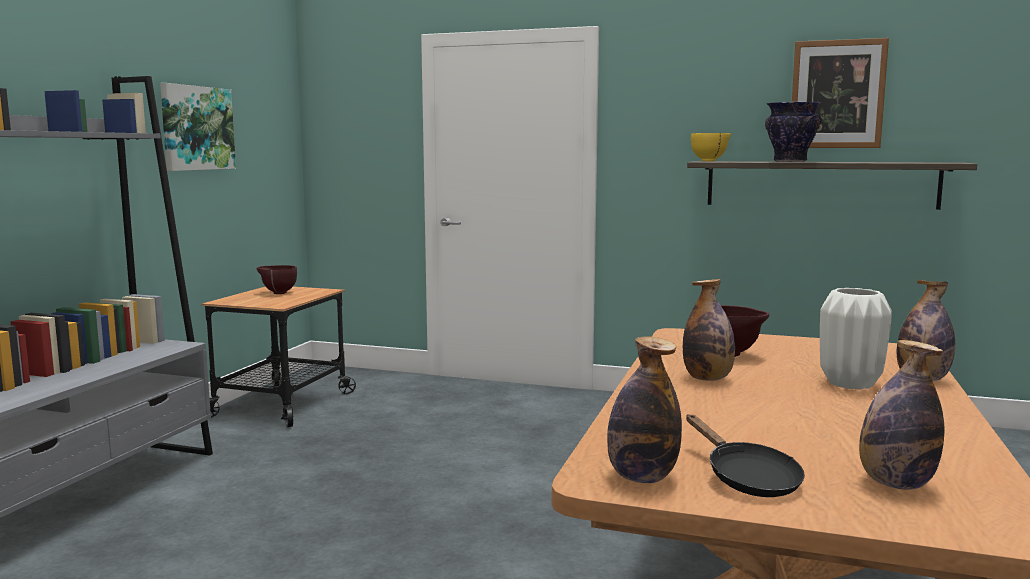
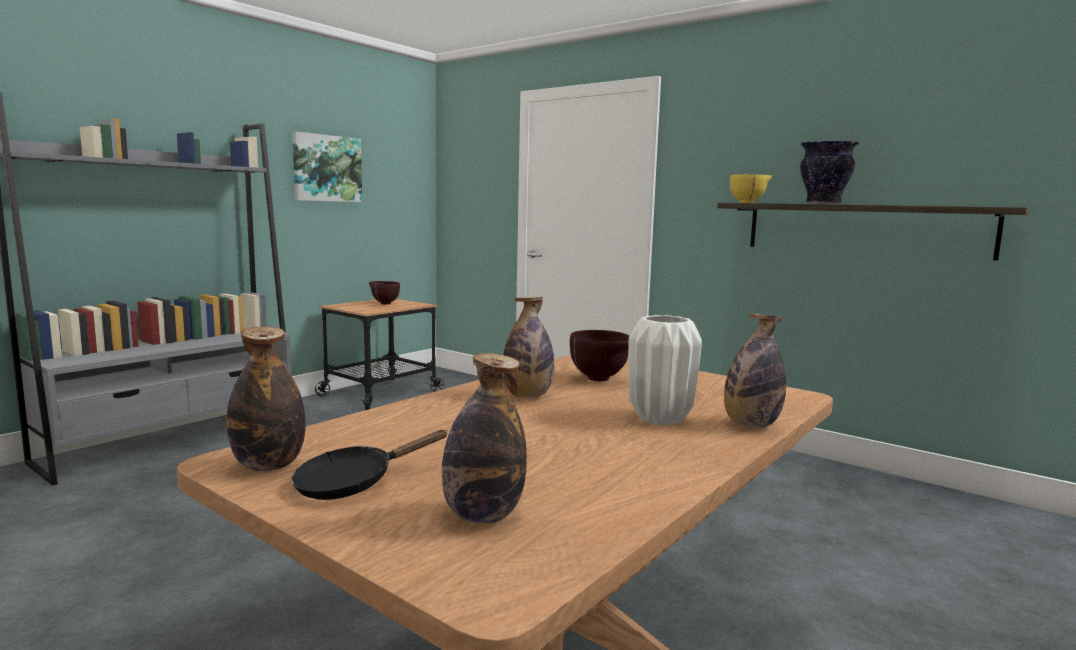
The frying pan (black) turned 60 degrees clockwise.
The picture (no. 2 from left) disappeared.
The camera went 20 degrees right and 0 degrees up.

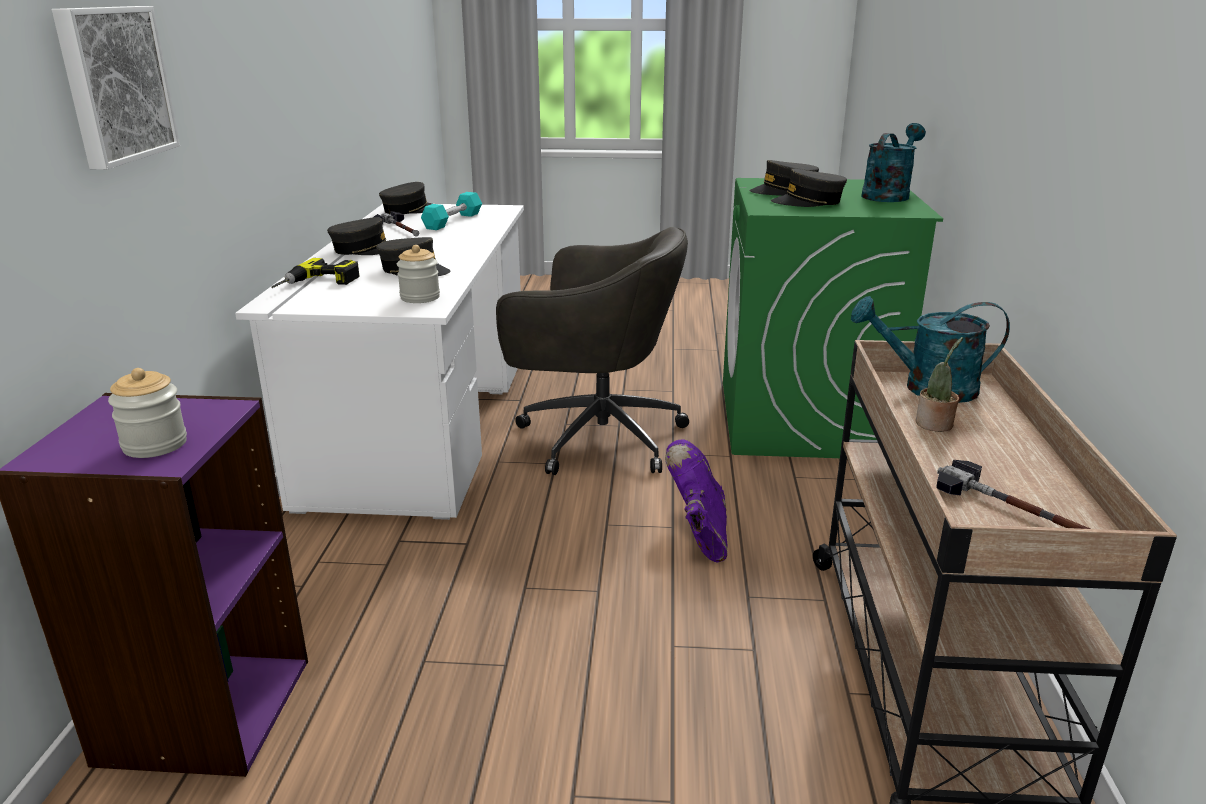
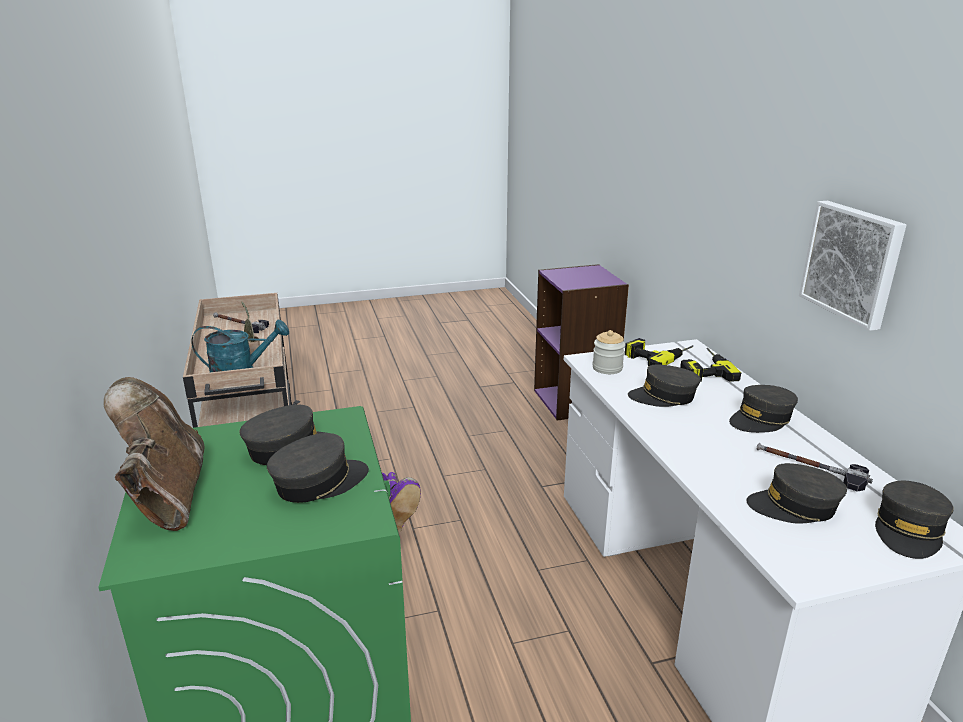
The watering can (turquoise) (no. 1 from left) was replaced by the boot (brown).
The power drill (no. 1 from left) appeared.
The dumbbell (turquoise) was replaced by the cap (grey) (no. 5 from left).
The picture moved.
The jar (no. 1 from left) disappeared.
The office chair (grey) disappeared.
The camera went 160 degrees right and 0 degrees up.

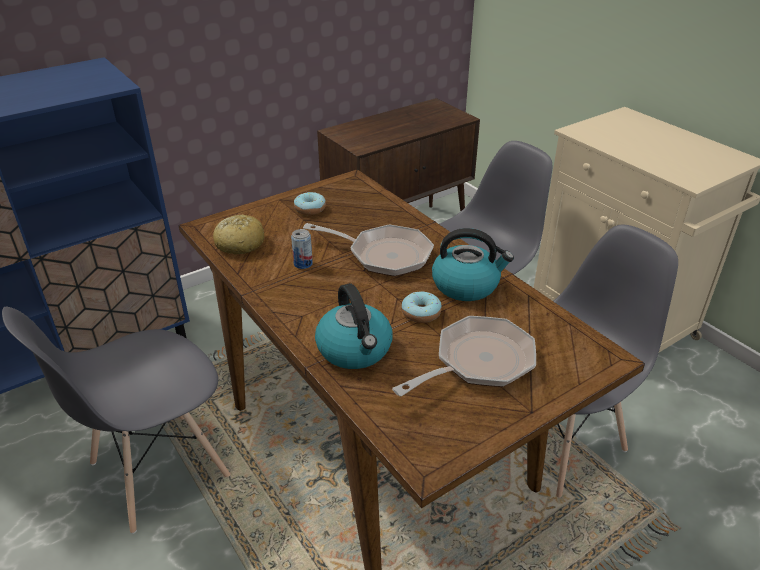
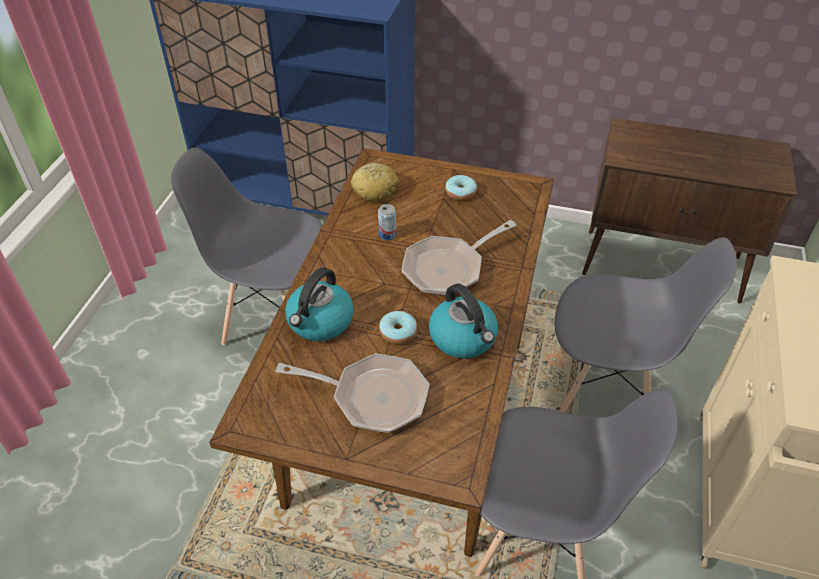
The frying pan (no. 1 from left in the first image) turned 75 degrees clockwise.
The camera went 50 degrees right and 10 degrees up.

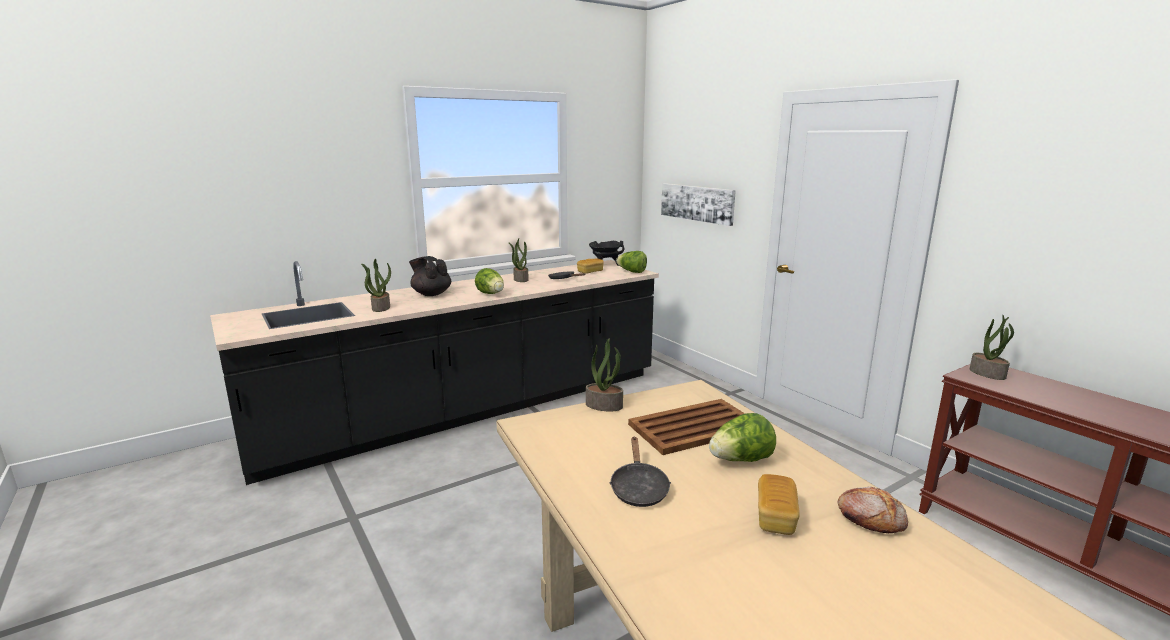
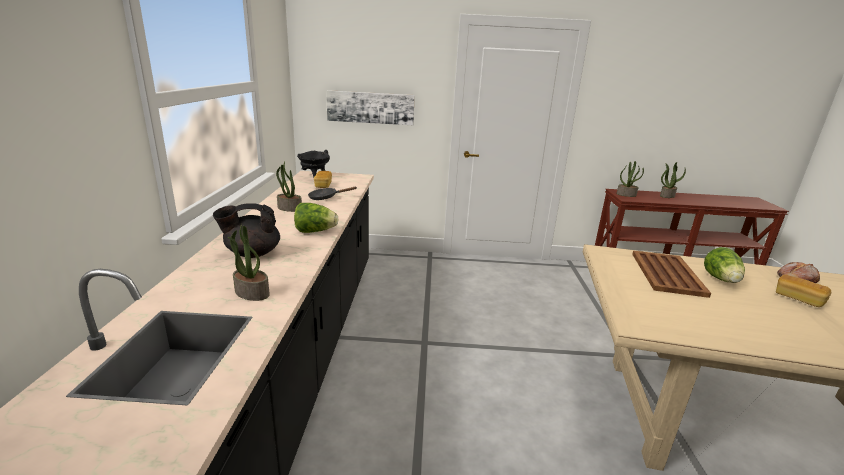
The potted plant (no. 3 from left in the first image) moved.
The frying pan (black) (no. 2 from left) disappeared.
The lettuce (no. 2 from left) disappeared.
The camera went 55 degrees left and 5 degrees up.

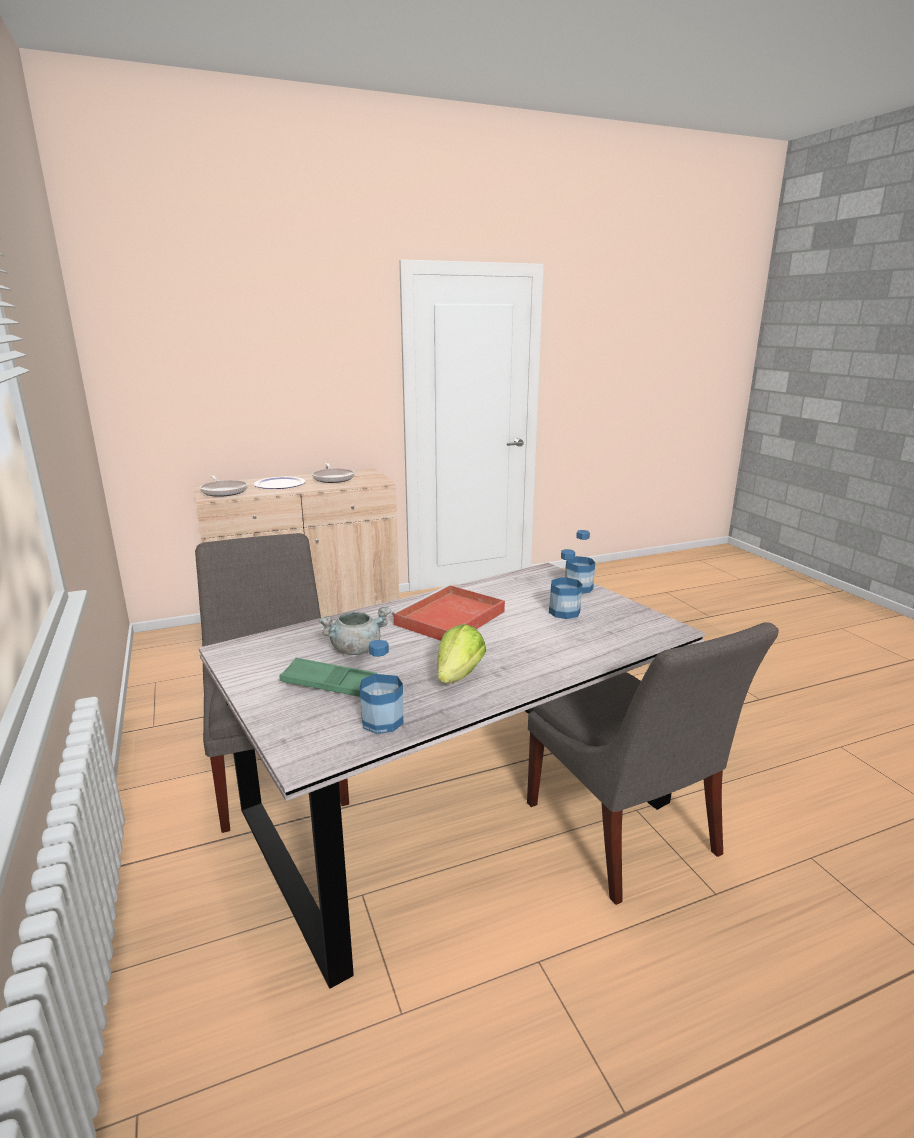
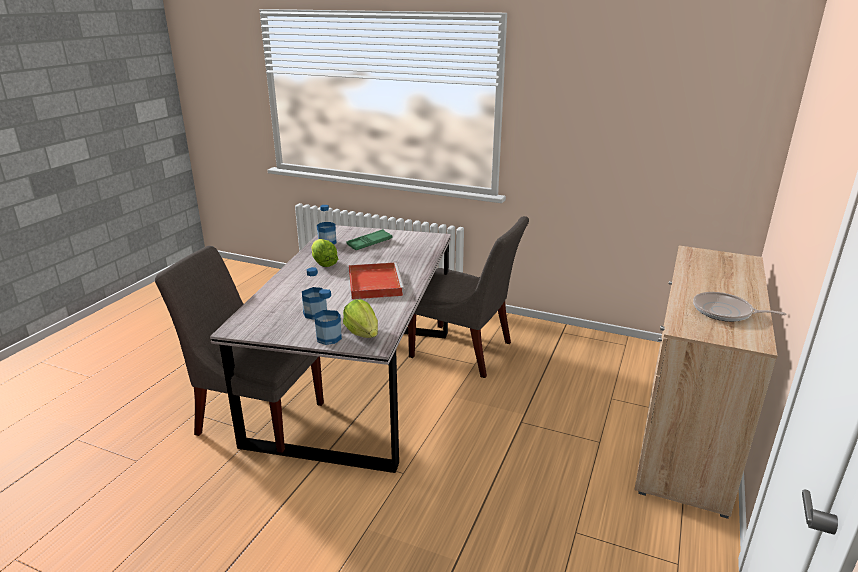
The lettuce (no. 2 from left) appeared.
The frying pan (no. 1 from left) disappeared.
The plate disappeared.
The cooking pot (grey) disappeared.
The camera went 135 degrees right and 5 degrees up.

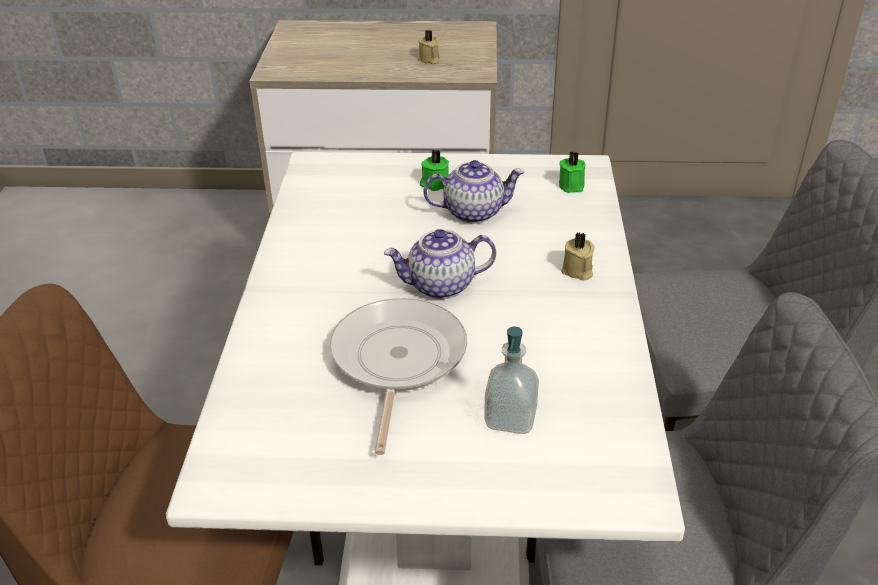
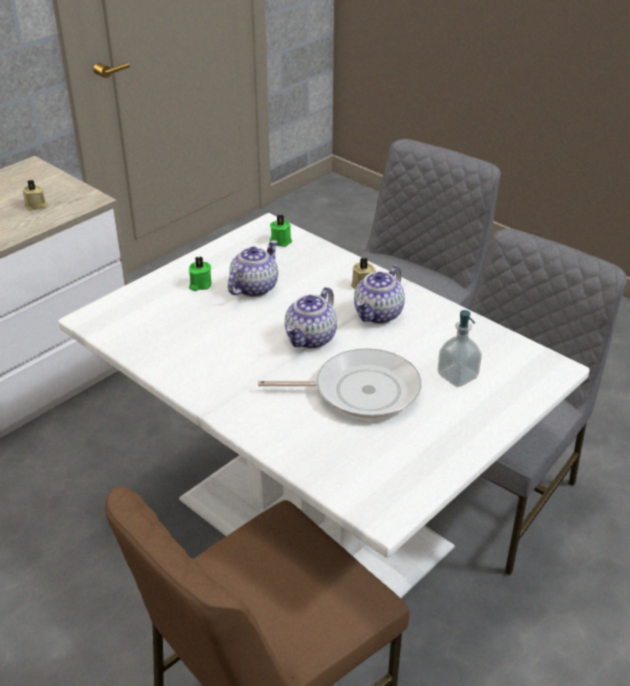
The frying pan turned 135 degrees clockwise.
The teapot (no. 3 from left) appeared.
The camera went 50 degrees left and 0 degrees up.

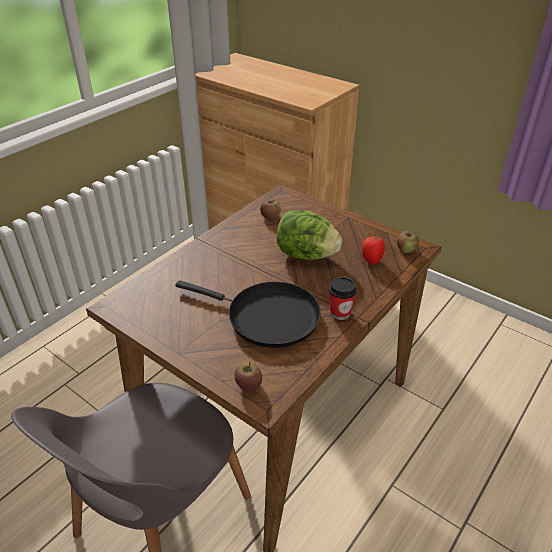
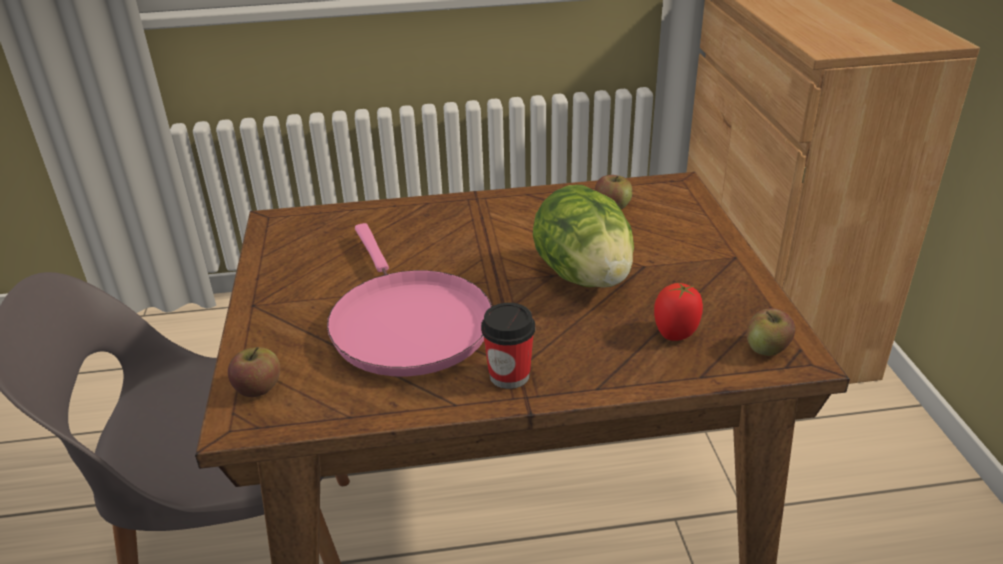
The frying pan (black) became the frying pan (pink).
The camera went 45 degrees right and 5 degrees down.

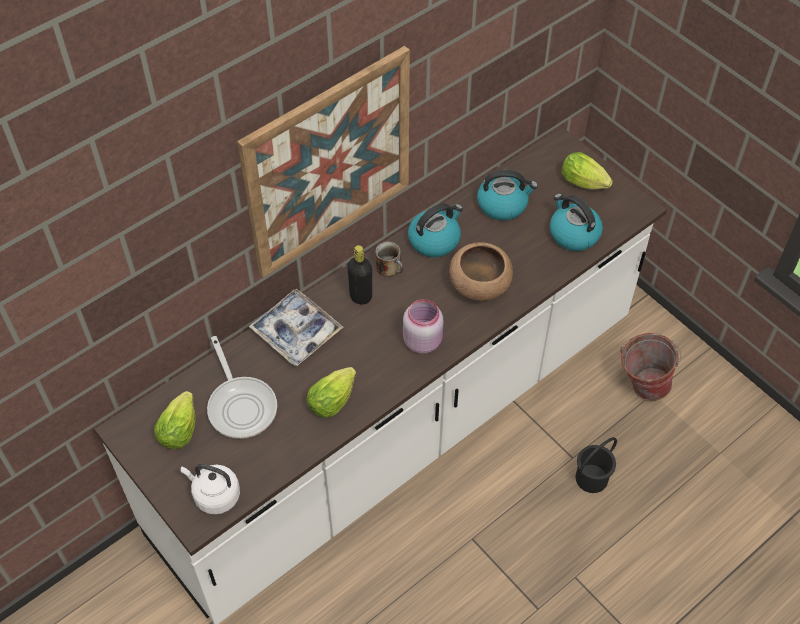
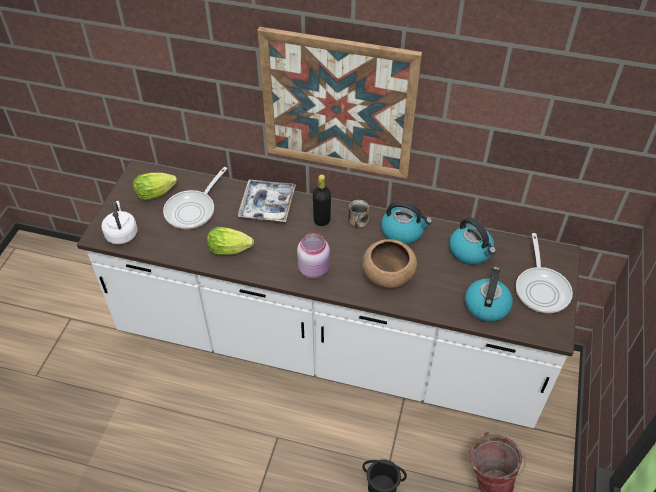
The lettuce (no. 3 from left) was replaced by the frying pan (no. 2 from left).
The camera went 55 degrees right and 5 degrees down.

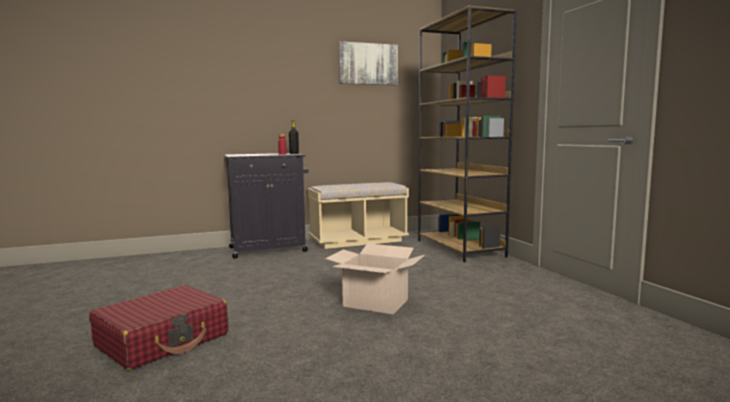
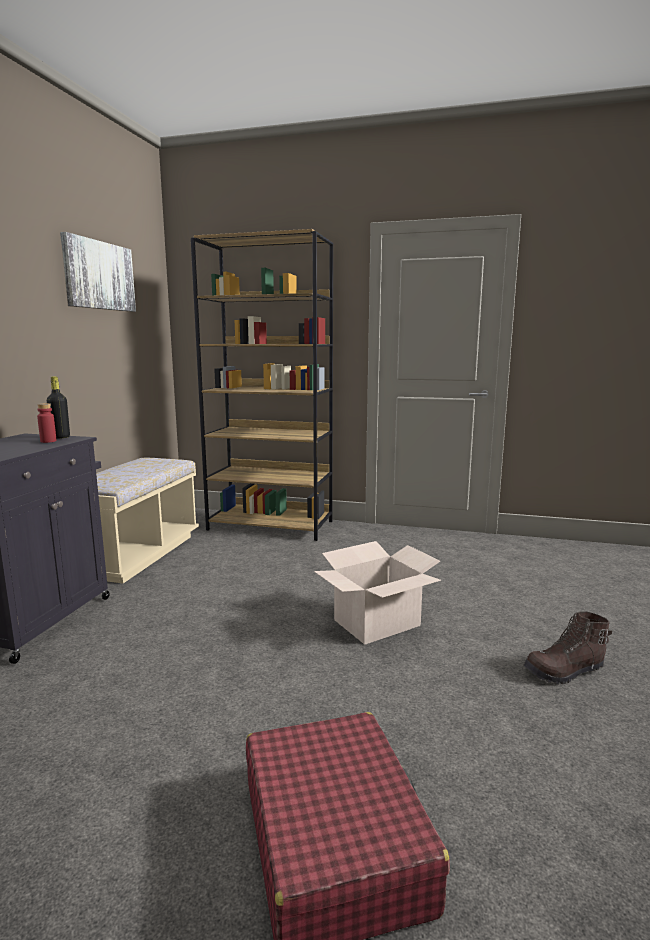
The boot (brown) appeared.
The camera went 55 degrees left and 5 degrees up.

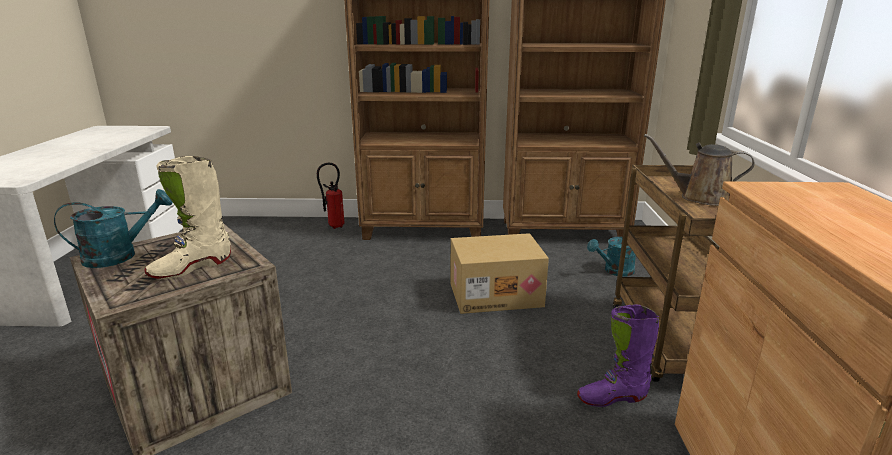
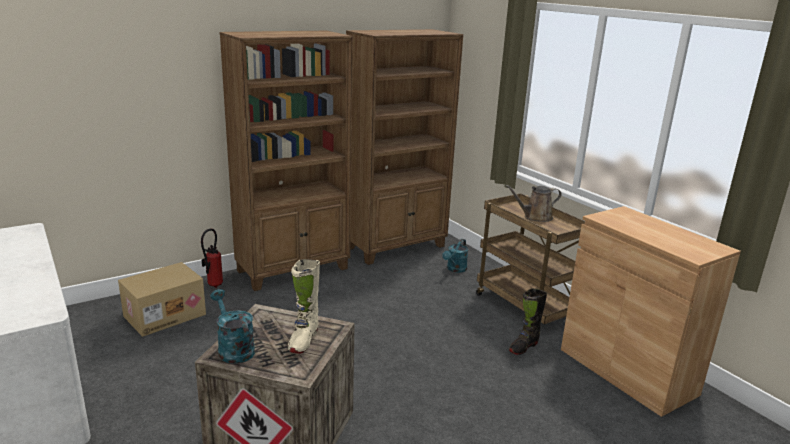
The cardboard box moved.
The watering can (turquoise) (no. 1 from left) turned 60 degrees counterclockwise.
The boot (purple) became the boot (black).
The camera went 35 degrees left and 0 degrees up.

